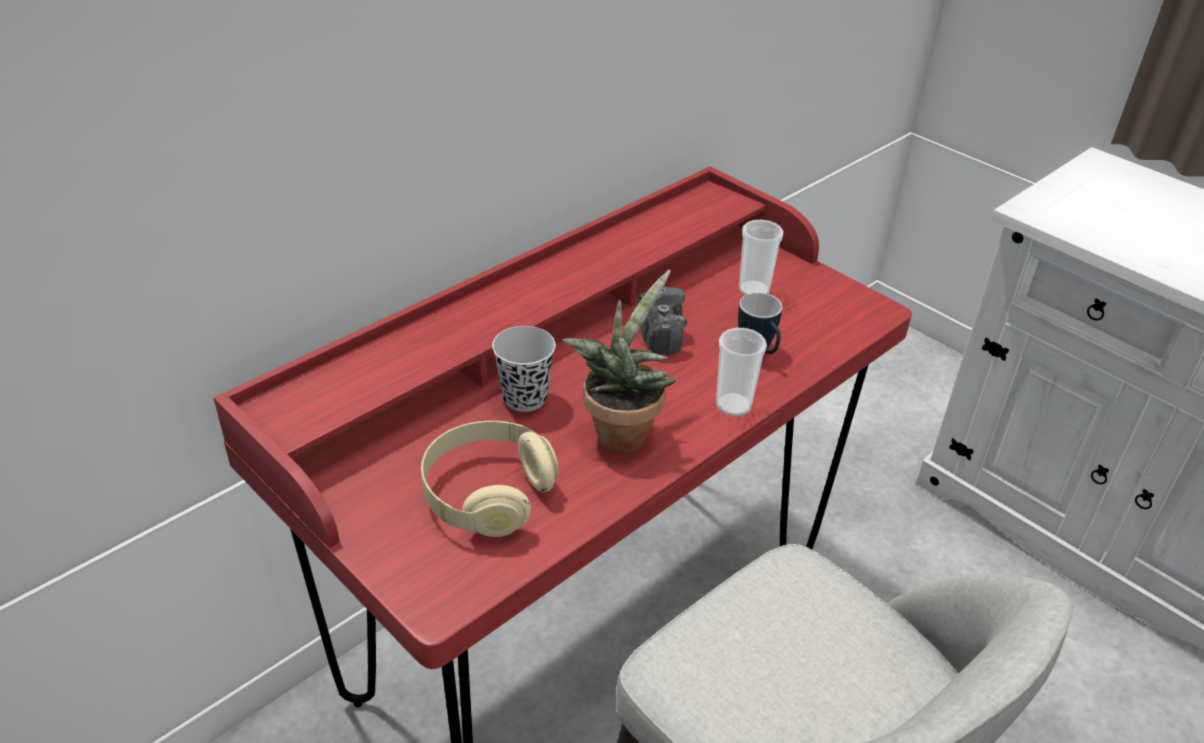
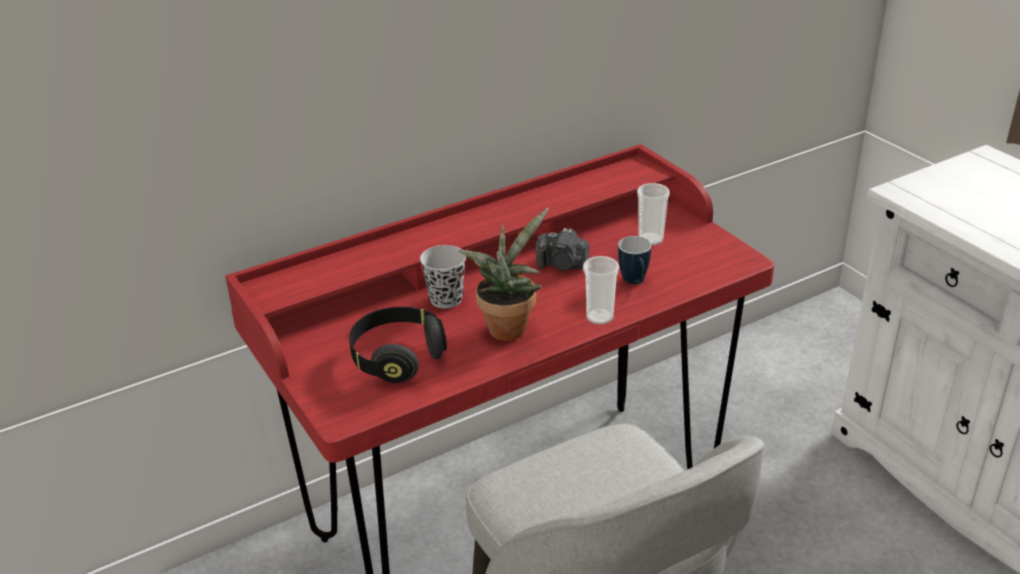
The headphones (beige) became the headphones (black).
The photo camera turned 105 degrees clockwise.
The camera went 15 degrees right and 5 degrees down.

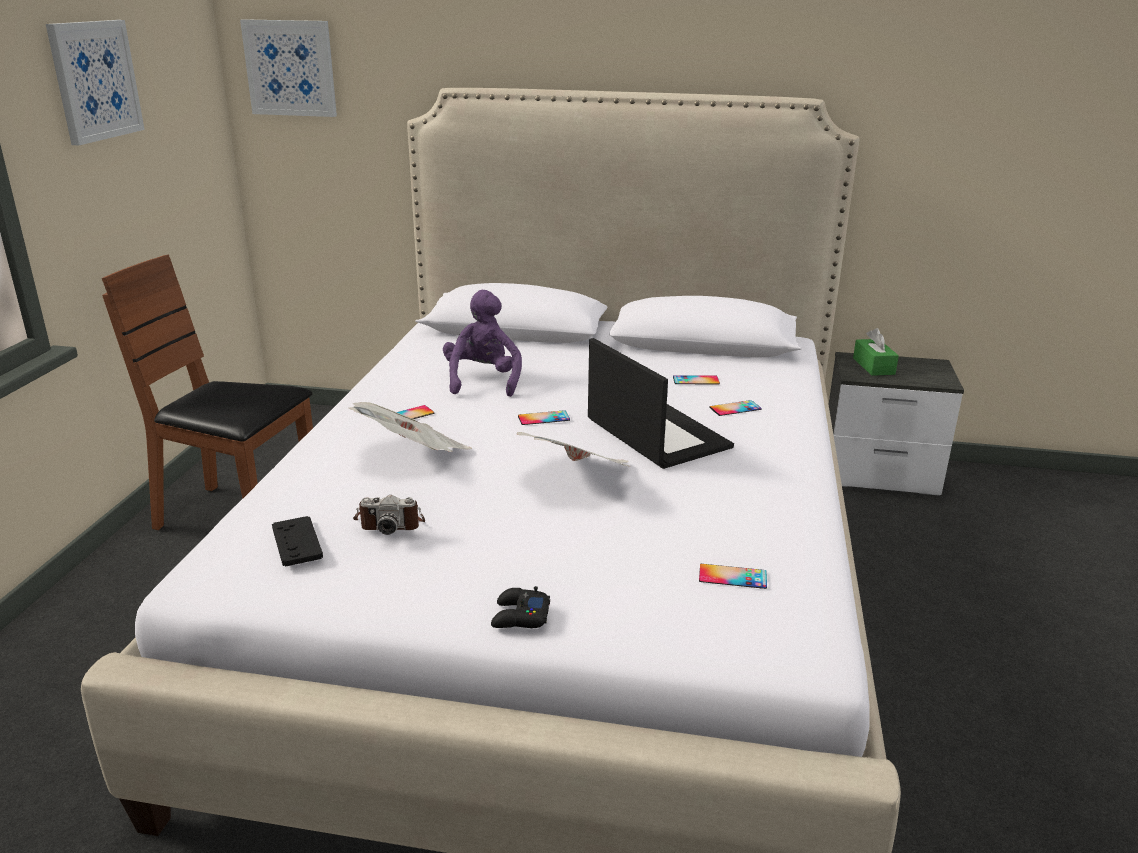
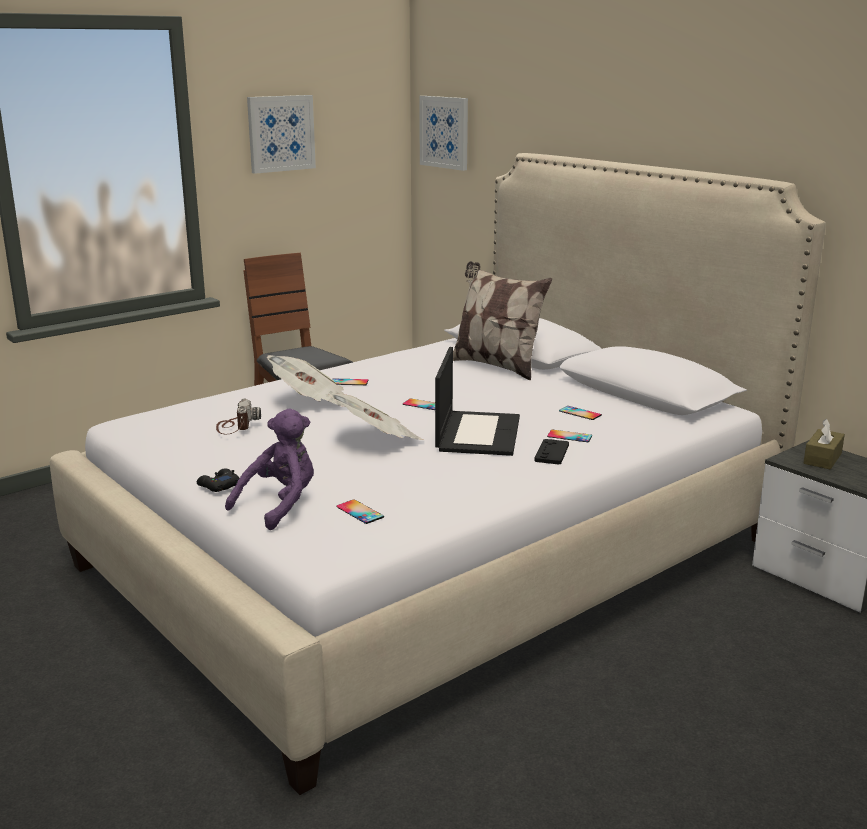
The photo camera turned 135 degrees counterclockwise.
The plush toy (purple) moved.
The pillow appeared.
The game controller (black) (no. 1 from left in the first image) moved.
The tissue box (green) became the tissue box (brown).
The camera went 40 degrees right and 5 degrees down.

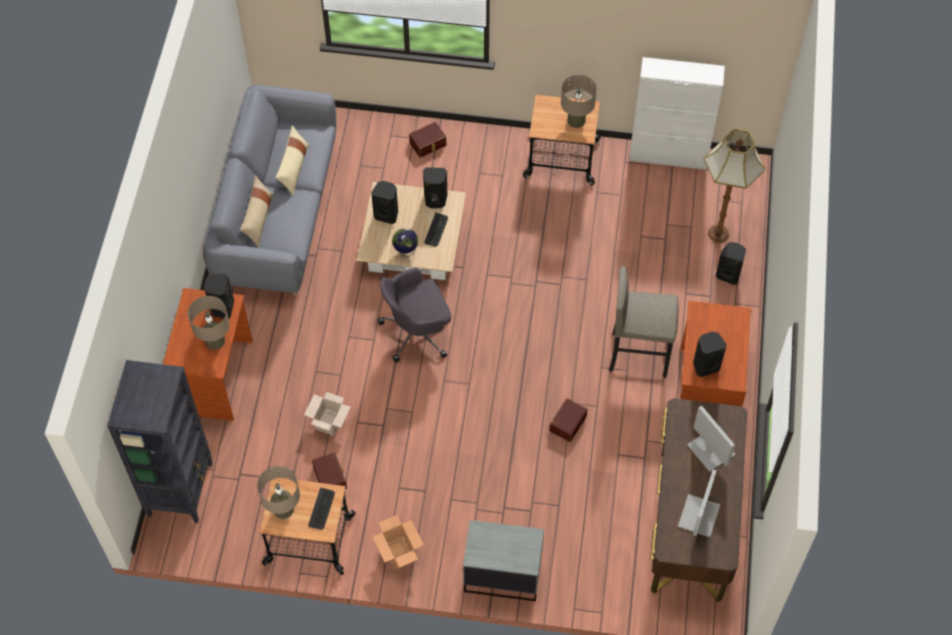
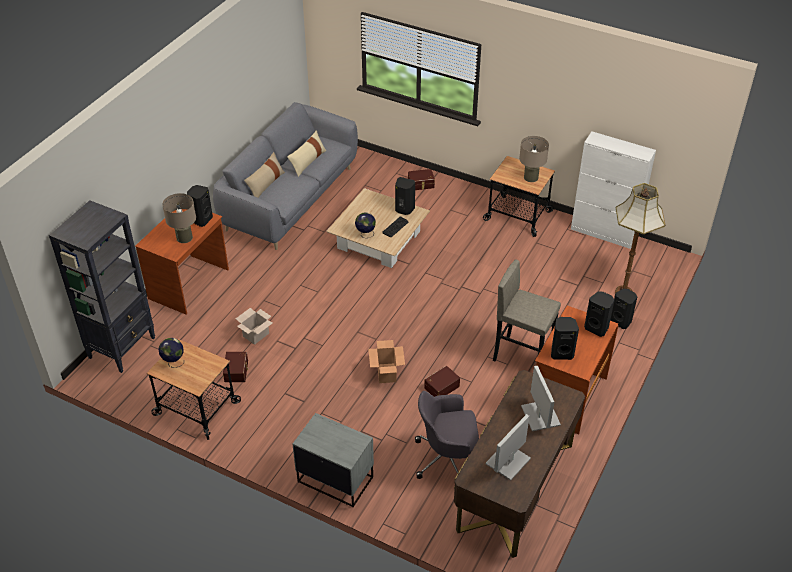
The table lamp (beige) (no. 2 from left) was replaced by the globe (no. 1 from left).
The cardboard box (no. 2 from left) moved.
The office chair (grey) moved.
The speaker (black) (no. 2 from left in the first image) moved.
The keyboard (no. 1 from left) disappeared.
The camera went 20 degrees right and 15 degrees down.

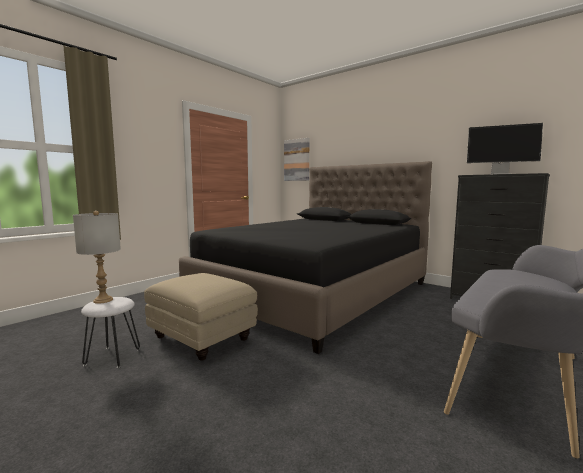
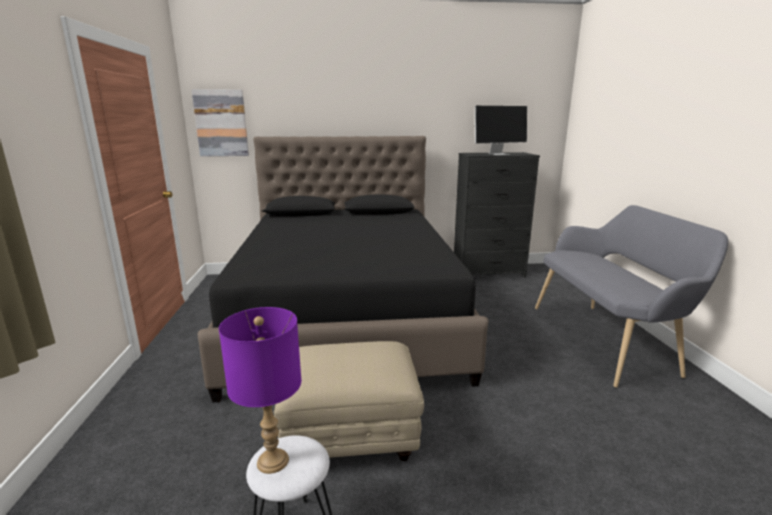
The table lamp (grey) became the table lamp (purple).
The camera went 45 degrees left and 10 degrees up.

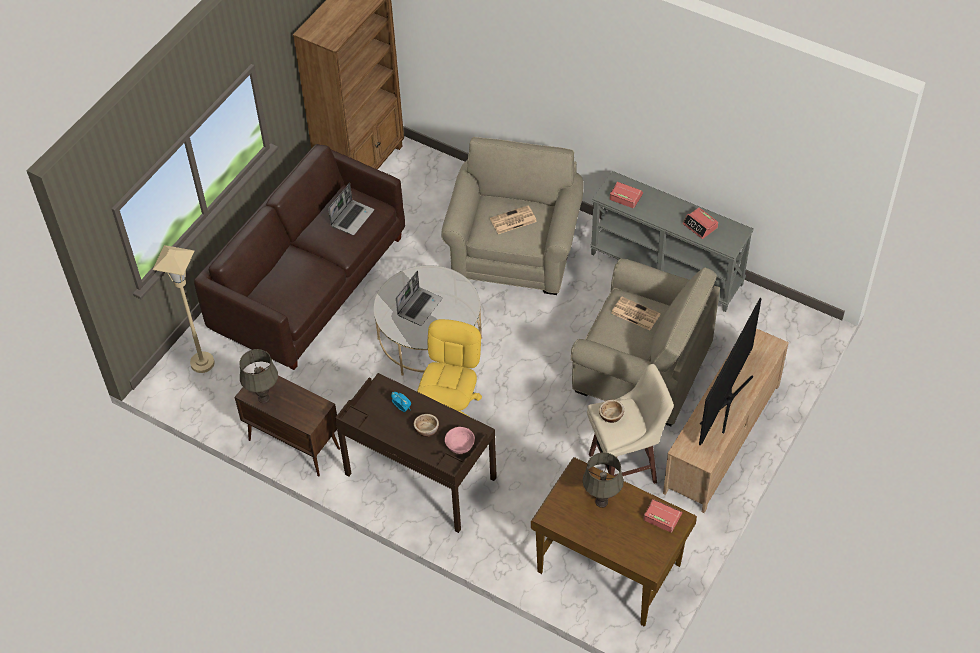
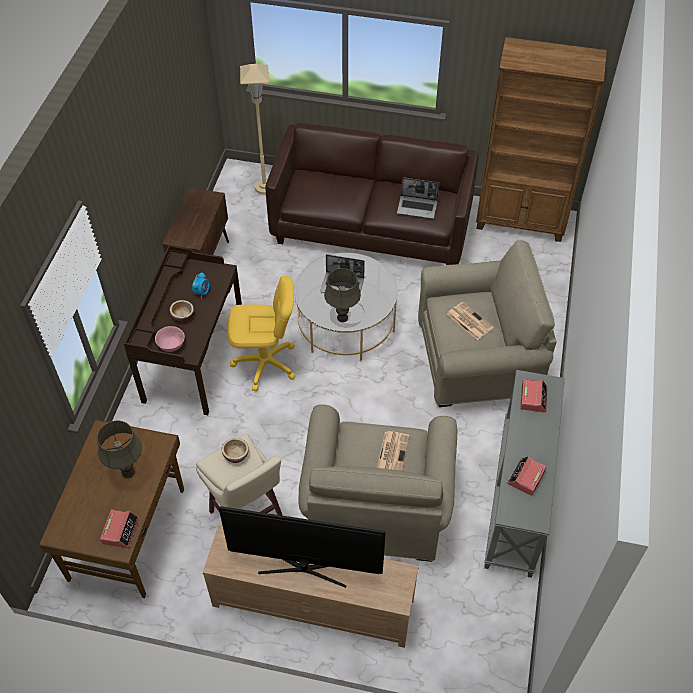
The table lamp (grey) (no. 1 from left in the first image) moved.
The camera went 70 degrees right and 0 degrees up.

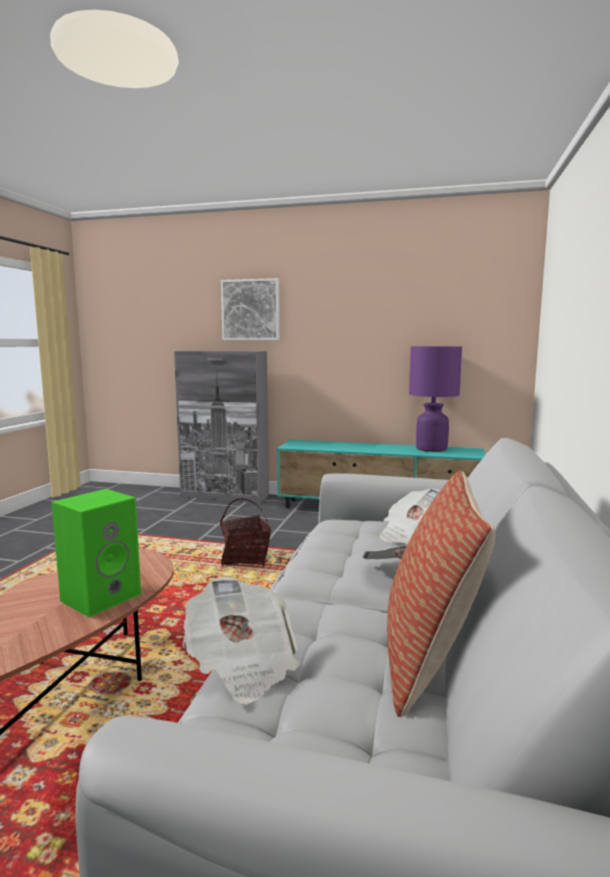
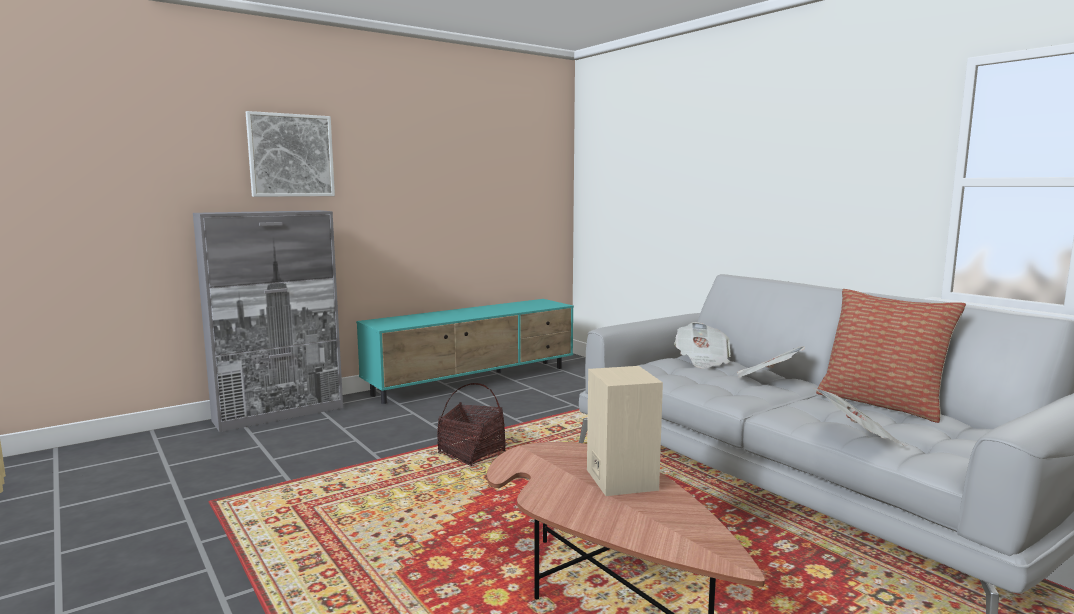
The speaker (green) became the speaker (beige).
The table lamp (purple) disappeared.
The camera went 50 degrees left and 0 degrees up.

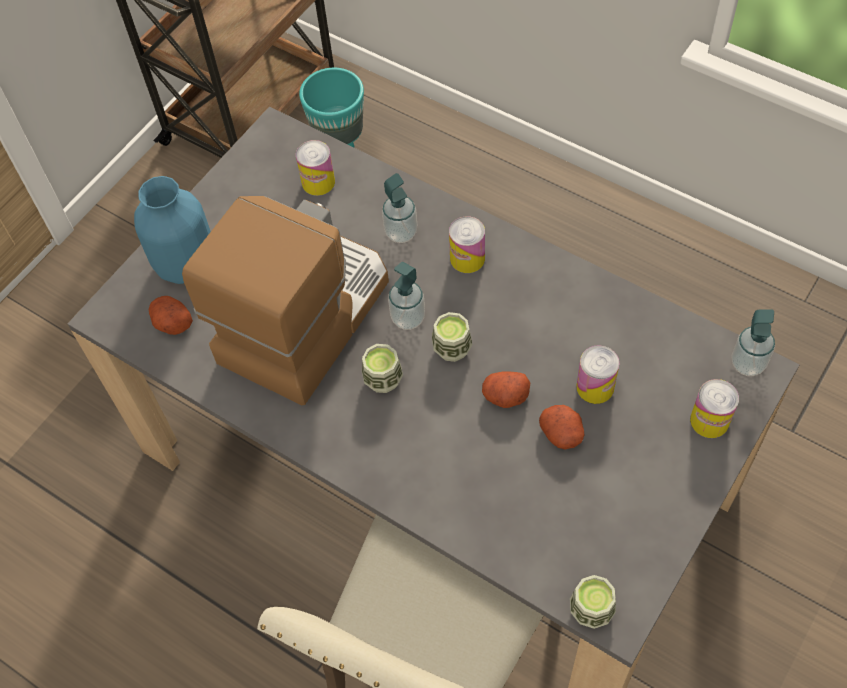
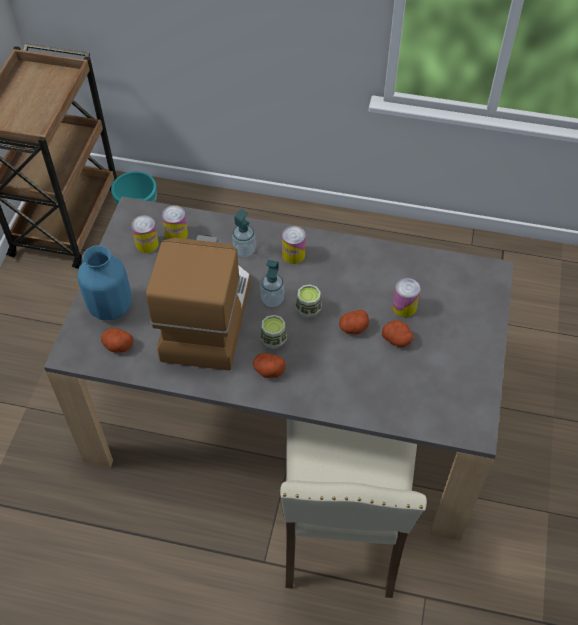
The can (no. 4 from left in the first image) moved.
The potato (no. 2 from left) appeared.
The cup (no. 3 from left) disappeared.
The soap dispenser (no. 3 from left) disappeared.
The camera went 25 degrees left and 5 degrees down.

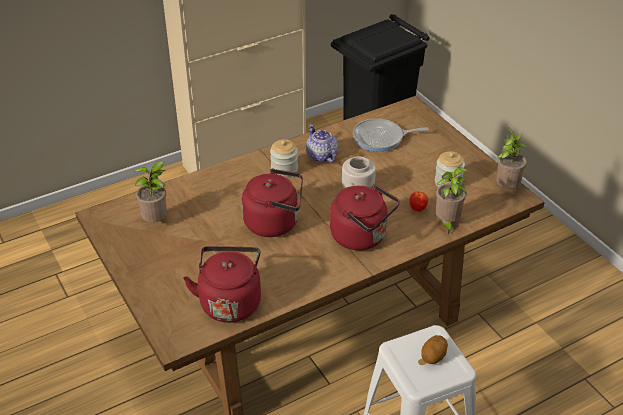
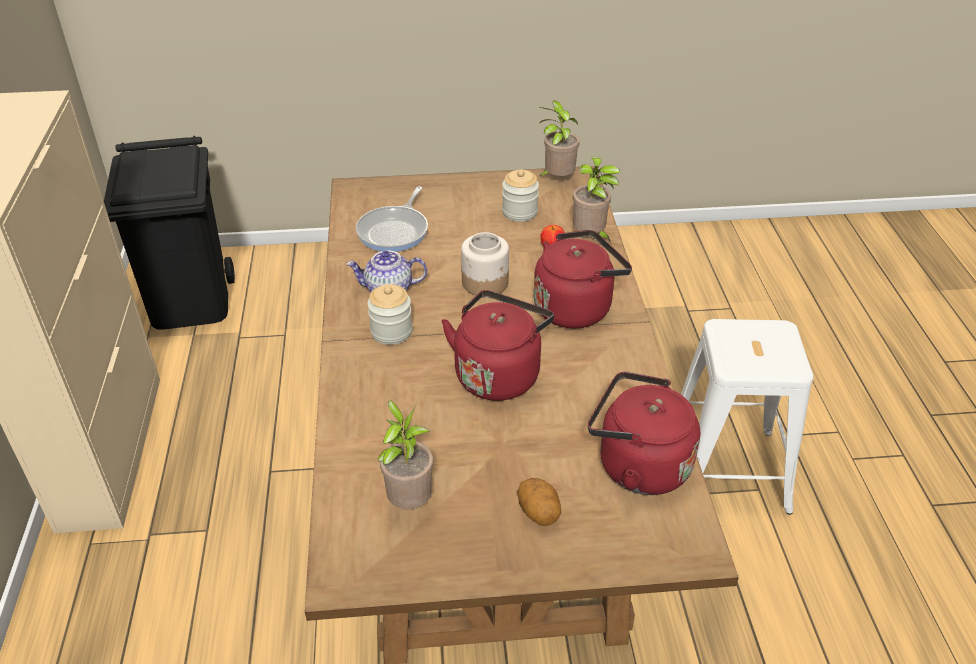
The potato moved.
The camera went 65 degrees left and 0 degrees up.

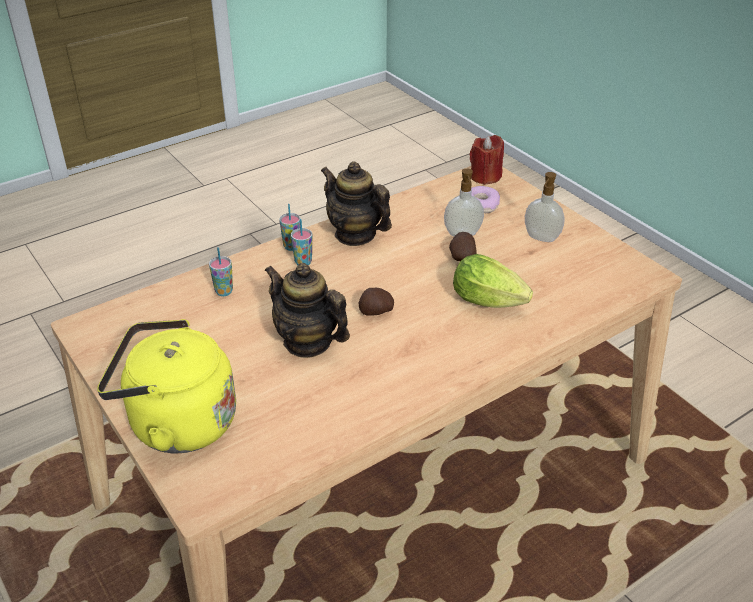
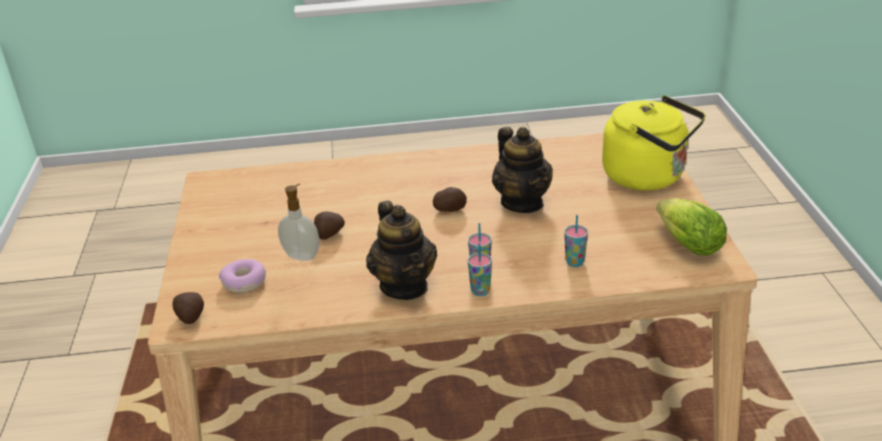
The candle (red) was replaced by the potato (no. 1 from left).
The lettuce moved.
The soap dispenser (no. 2 from left) disappeared.
The camera went 150 degrees left and 5 degrees down.

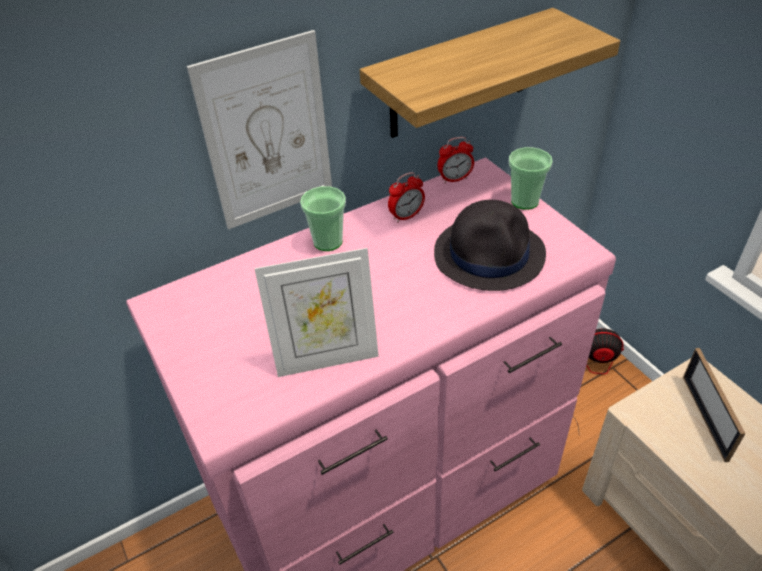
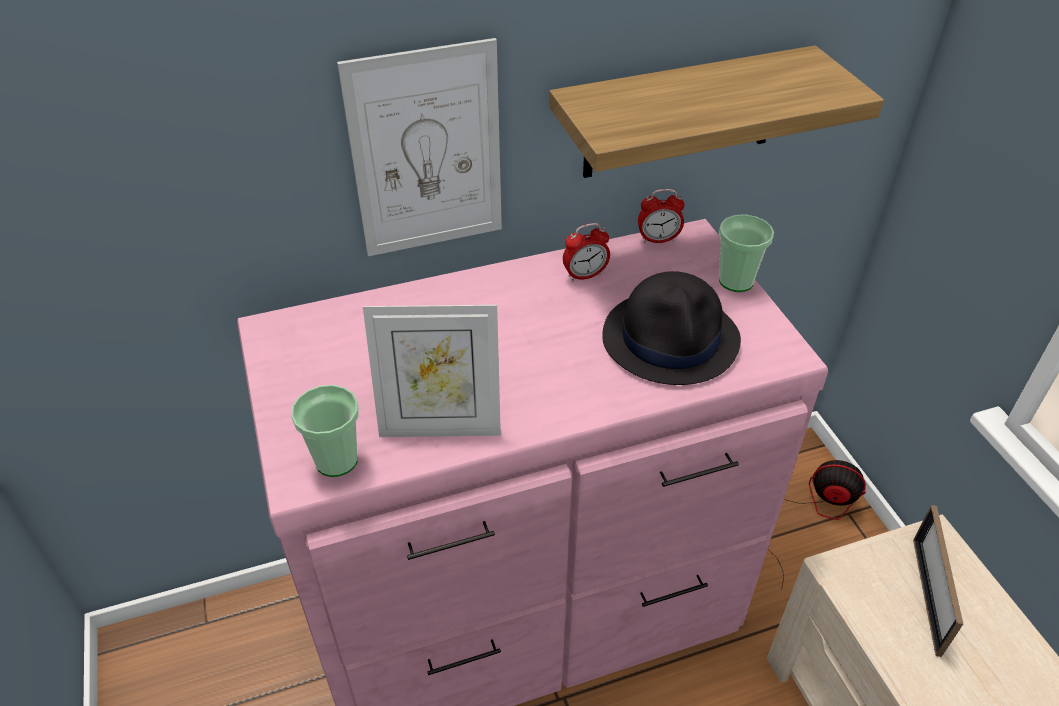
The cup (no. 1 from left) moved.
The camera went 10 degrees right and 0 degrees up.

